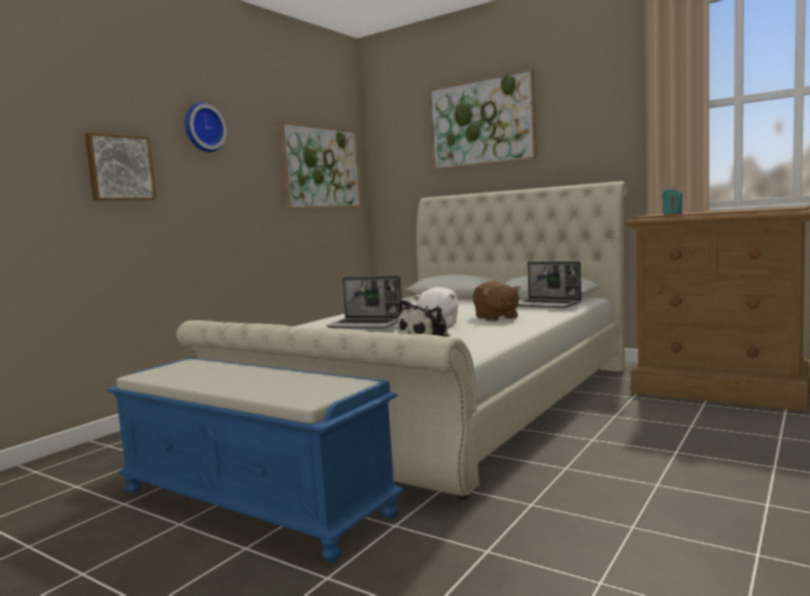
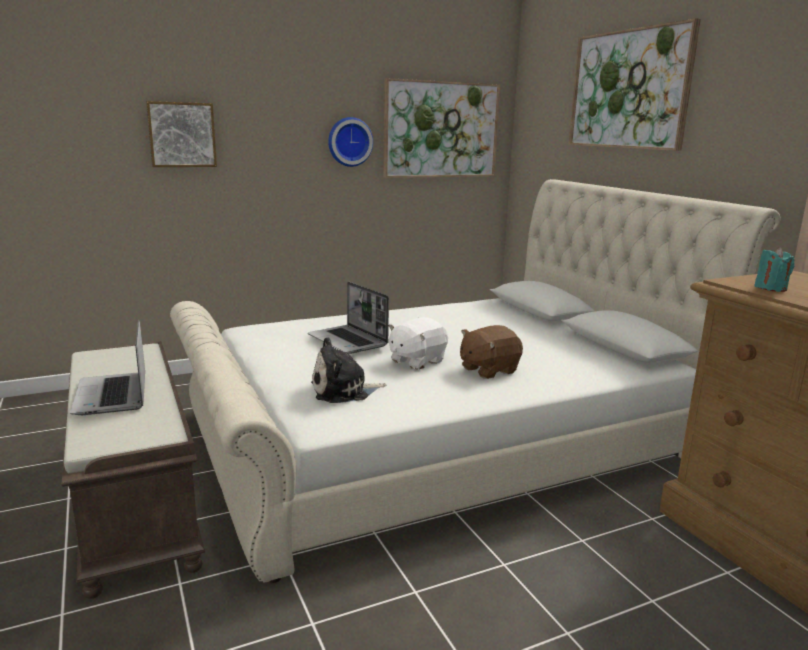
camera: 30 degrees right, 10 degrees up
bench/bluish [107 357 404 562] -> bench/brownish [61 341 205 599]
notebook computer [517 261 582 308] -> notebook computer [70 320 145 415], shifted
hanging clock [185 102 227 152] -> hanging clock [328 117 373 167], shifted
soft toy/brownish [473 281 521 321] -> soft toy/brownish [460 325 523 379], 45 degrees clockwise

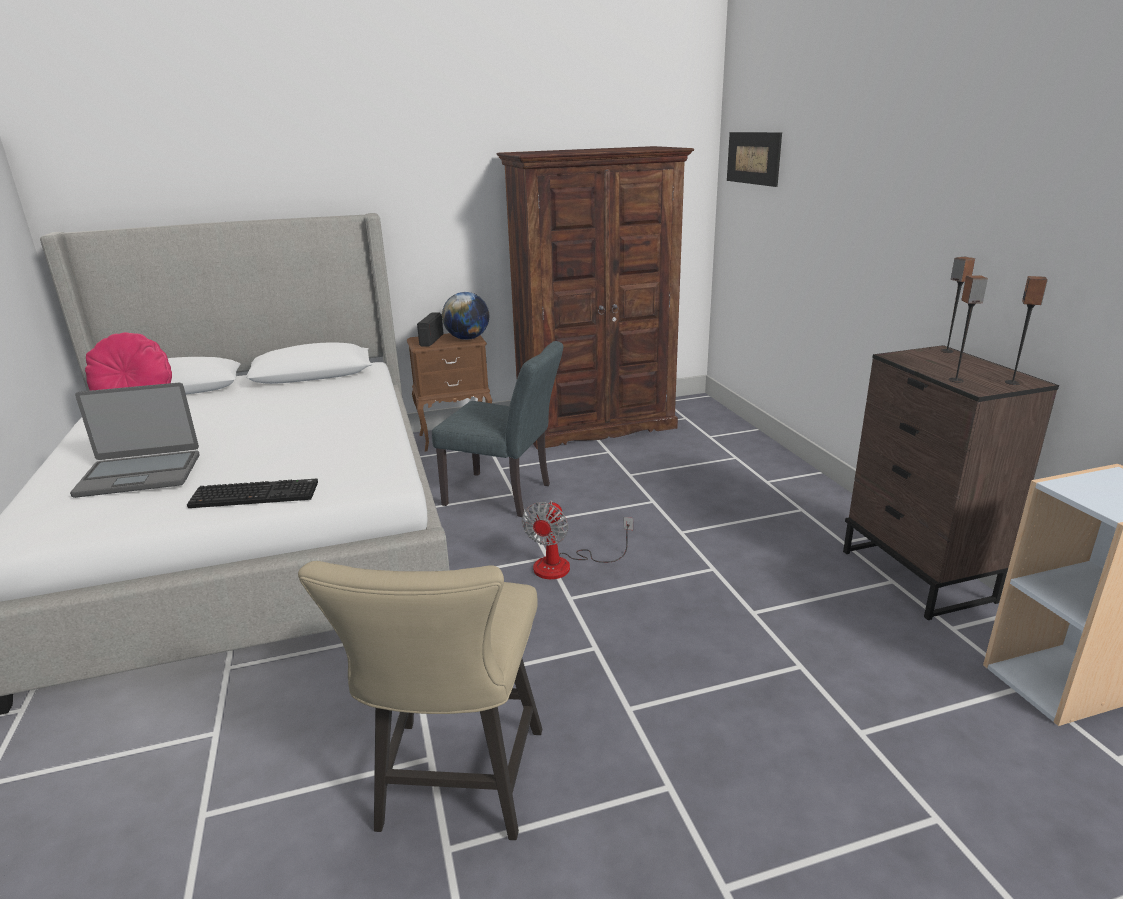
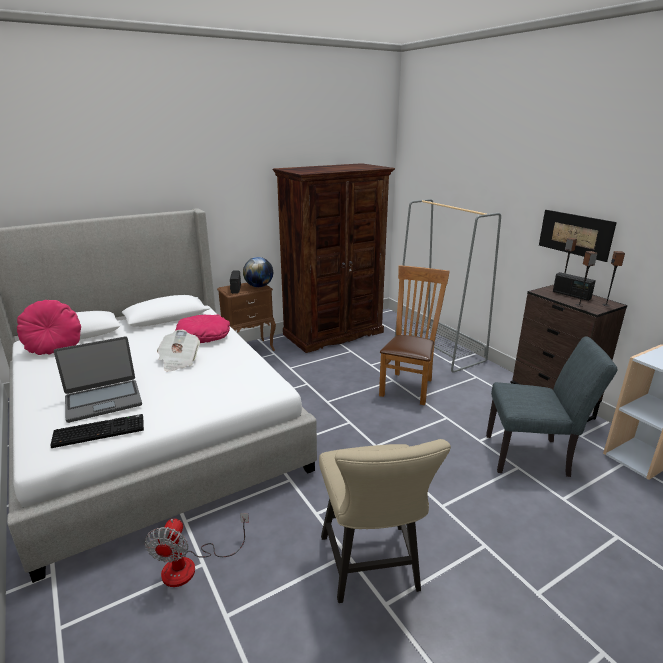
camera: 15 degrees left, 0 degrees up
PC keyboard [187 479 318 508] -> PC keyboard [50 414 144 448], shifted
electric fan [522 500 633 579] -> electric fan [144 513 249 587], shifted
none -> daily paper [157 330 200 372]
none -> pillow/pinkish [175 314 230 343]
none -> chair/brownish [379 265 450 405]
none -> garment rack/grey [395 199 501 373]
chair/grey [432 341 563 517] -> chair/grey [486 336 618 477], shifted
picture [727 132 782 187] -> picture [539 210 617 262], shifted
none -> radio set [553 272 596 301]

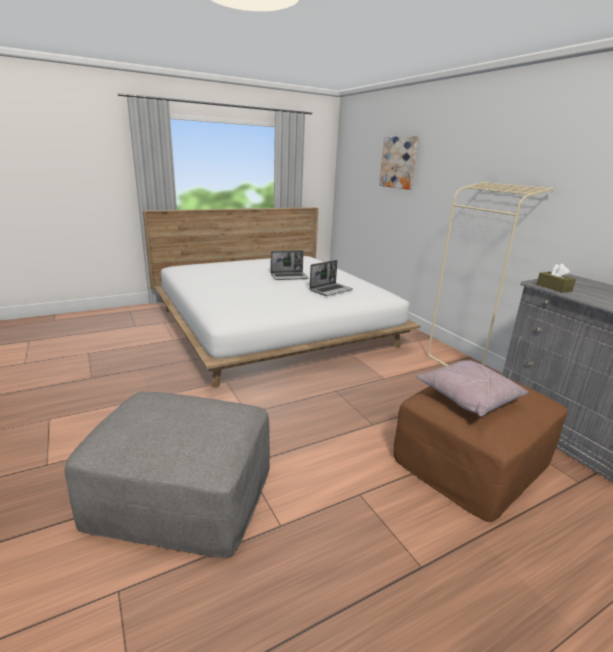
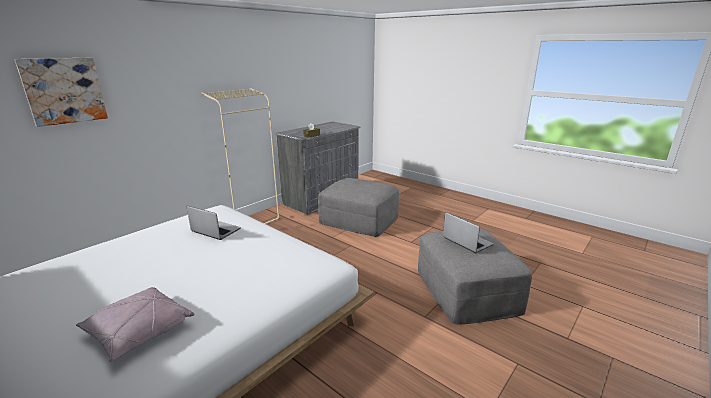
camera: 110 degrees left, 0 degrees up
pillow/purple-coloured [416 360 529 417] -> pillow/purple-coloured [76 287 195 362], shifted
ottoman/brownish [393 379 568 522] -> ottoman/grey [318 178 399 237]
notebook computer [271 250 308 280] -> notebook computer [443 212 494 253], shifted

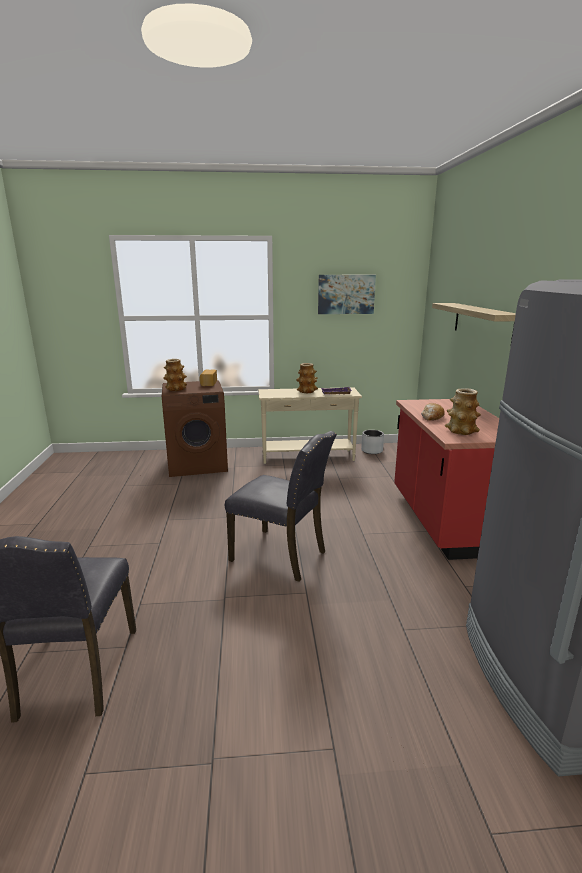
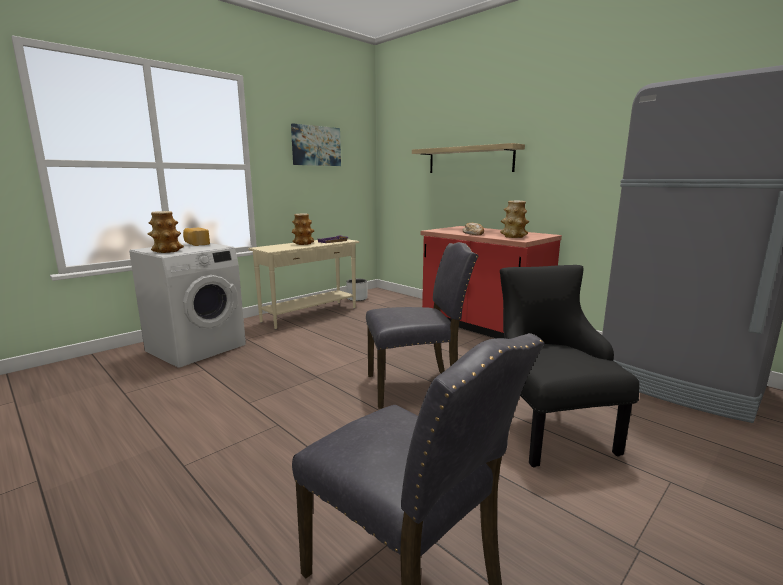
camera: 40 degrees left, 5 degrees down
laundry machine/brownish [162 380 228 477] -> laundry machine/white-coloured [129 243 246 368]
none -> chair/black-coloured [500 265 640 467]

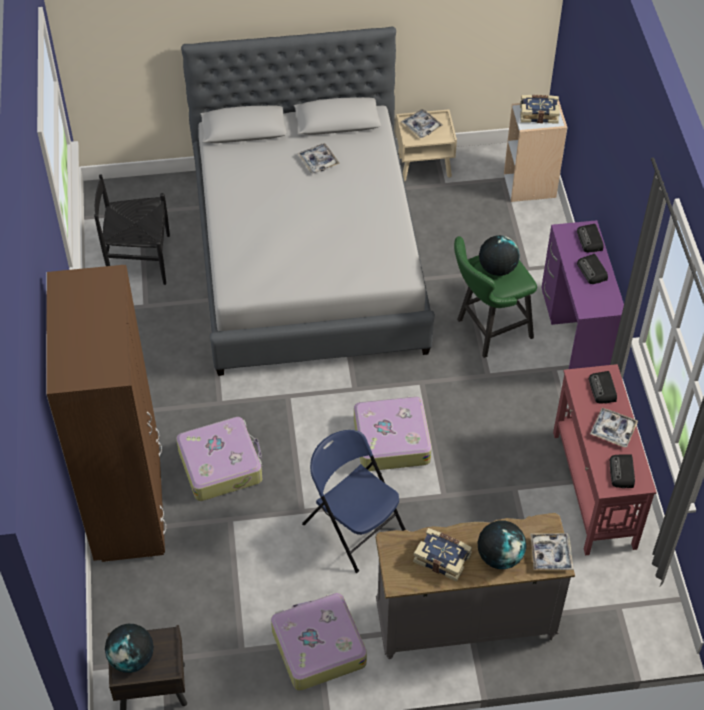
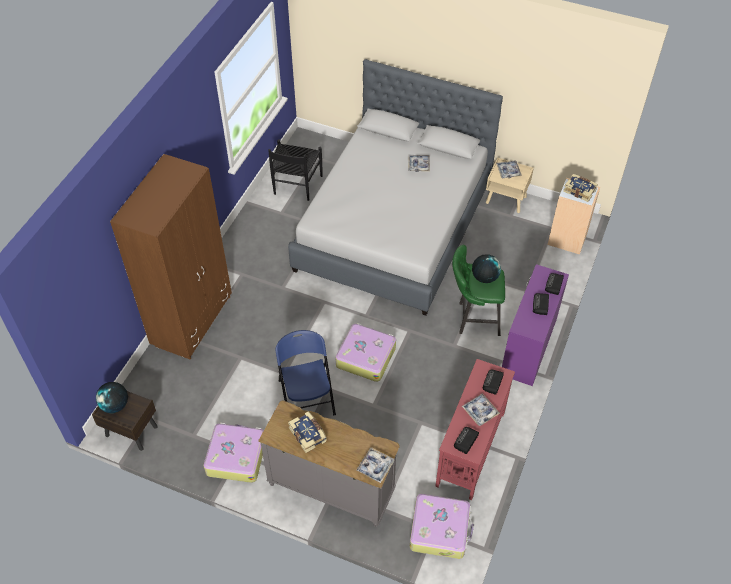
camera: 30 degrees right, 0 degrees up
chair/black-coloured [94 174 170 285] -> chair/black-coloured [269 140 322 201], 105 degrees counterclockwise
piece of luggage [176 417 263 501] -> piece of luggage [410 494 474 559], shifted
globe [478 521 526 569] -> none

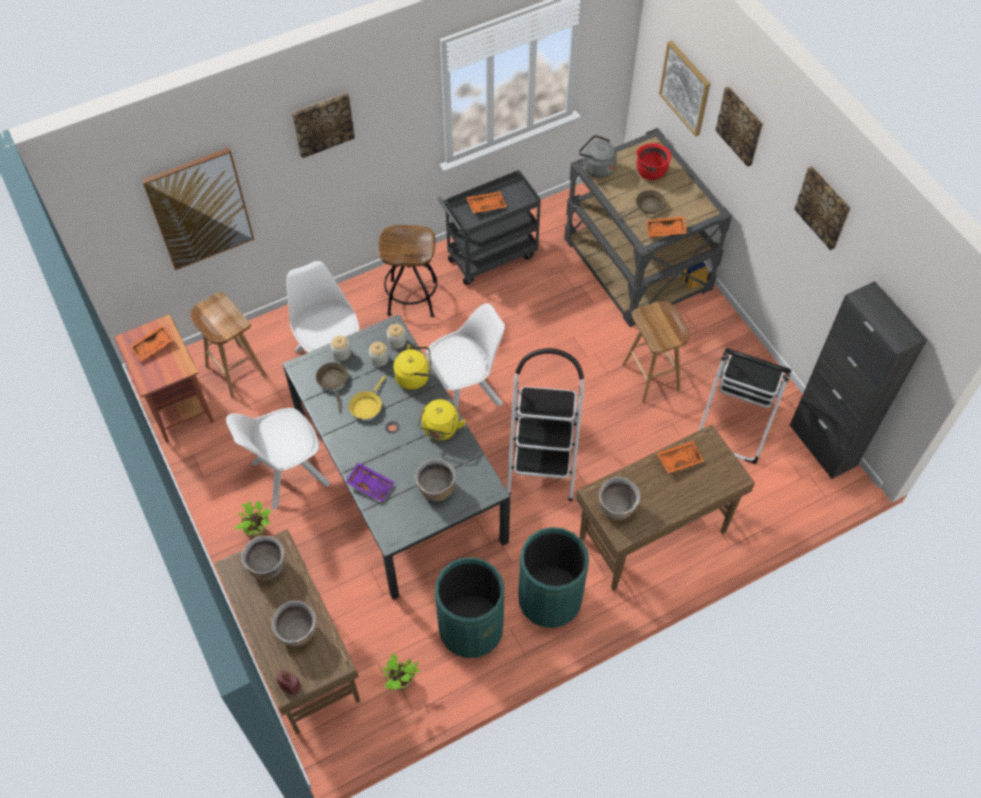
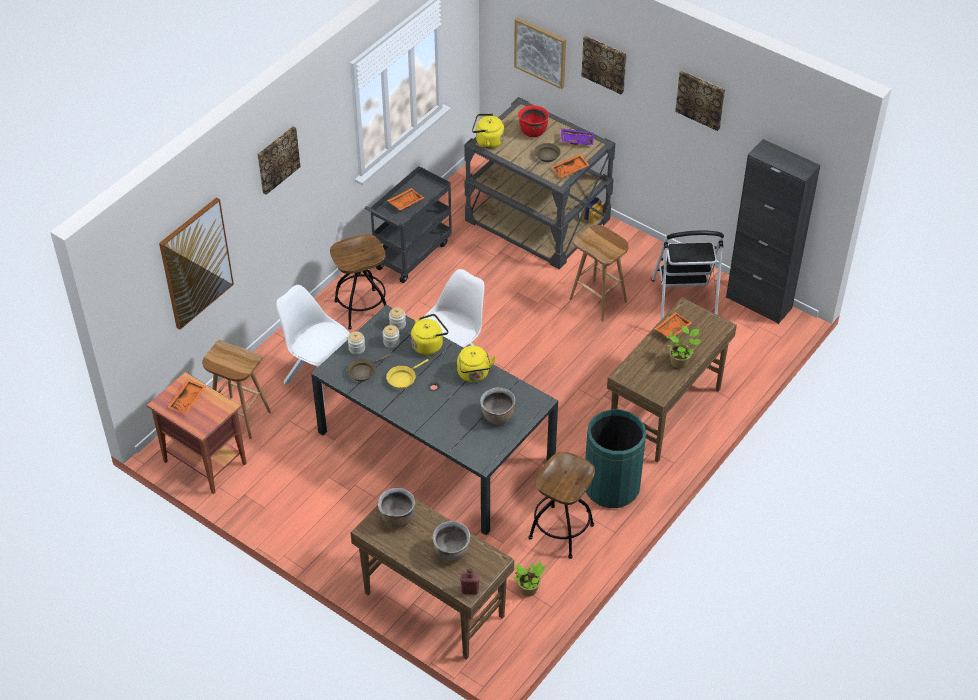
camera: 25 degrees left, 10 degrees down
frying pan/brownish [316 362 348 412] -> frying pan/brownish [347 354 391 381], 90 degrees counterclockwise
frying pan/yellowish [349 376 386 419] -> frying pan/yellowish [386 359 429 389], 45 degrees clockwise
kettle/grey [579 135 617 178] -> kettle/yellowish [472 113 504 149]
trash can/green-coloured [435 557 504 658] -> stool seat/brownish [529 452 595 559]
tray/purple-coloured [345 462 395 503] -> tray/purple-coloured [561 128 594 146], shifted
potted plant [235 500 271 539] -> potted plant [666 326 701 369], shifted
chair/white-coloured [226 408 330 510] -> none
stepladder [507 348 584 501] -> none
stockpot/brownish [599 477 640 520] -> none

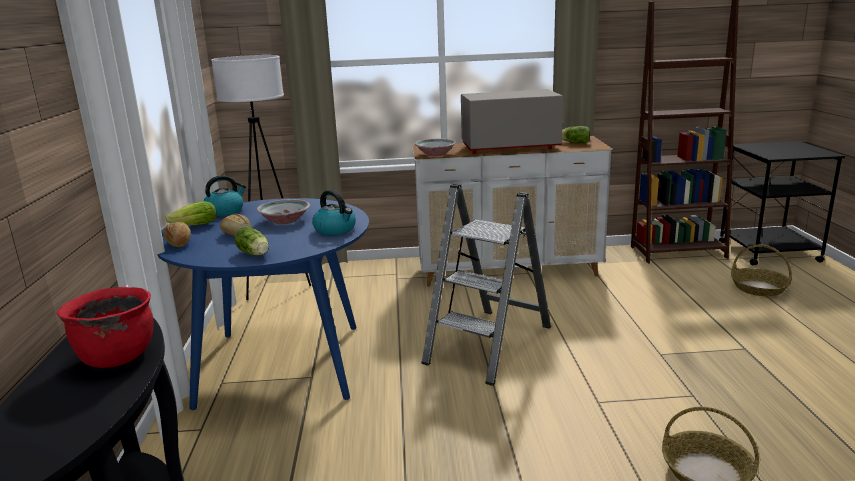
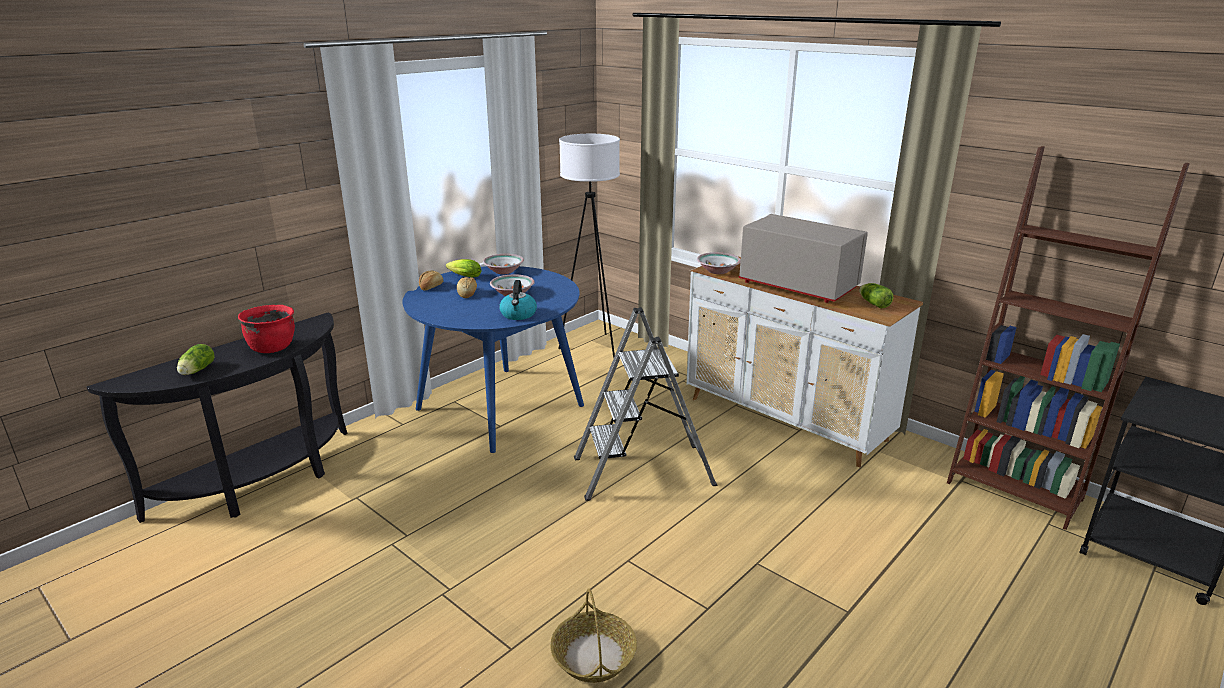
camera: 45 degrees right, 5 degrees up
lettuce head [235 226 269 256] -> lettuce head [177 344 214 375], shifted
kettle [204 175 246 216] -> bowl [483 254 524 274]
basket [731 244 792 296] -> none

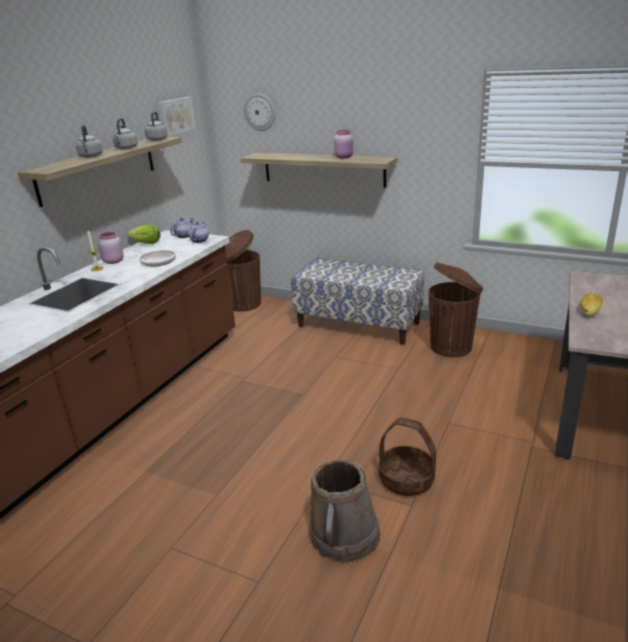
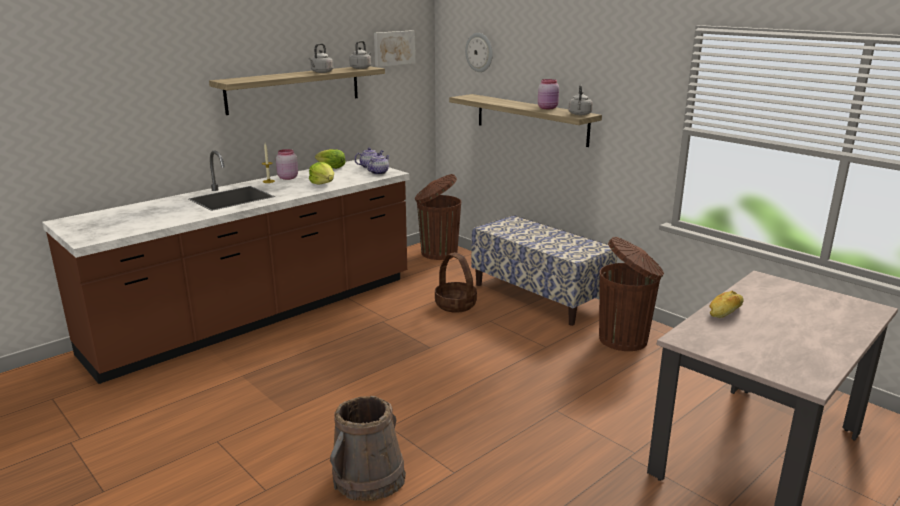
camera: 20 degrees right, 5 degrees down
frying pan [133 249 176 267] -> lettuce head [309 162 334 185]
basket [379 417 436 496] -> basket [435 252 477 313], shifted
kettle/grey [76 125 103 158] -> kettle/grey [568 84 593 115], shifted

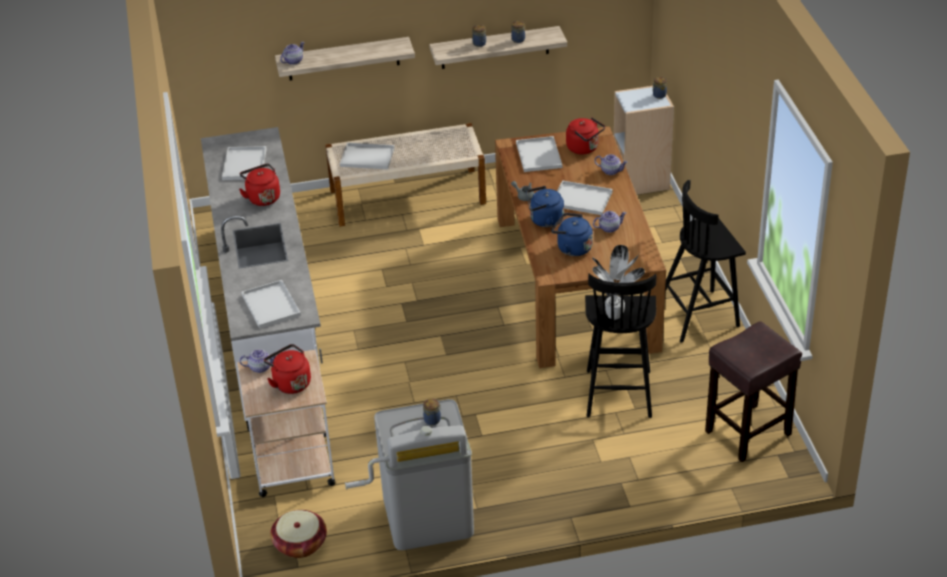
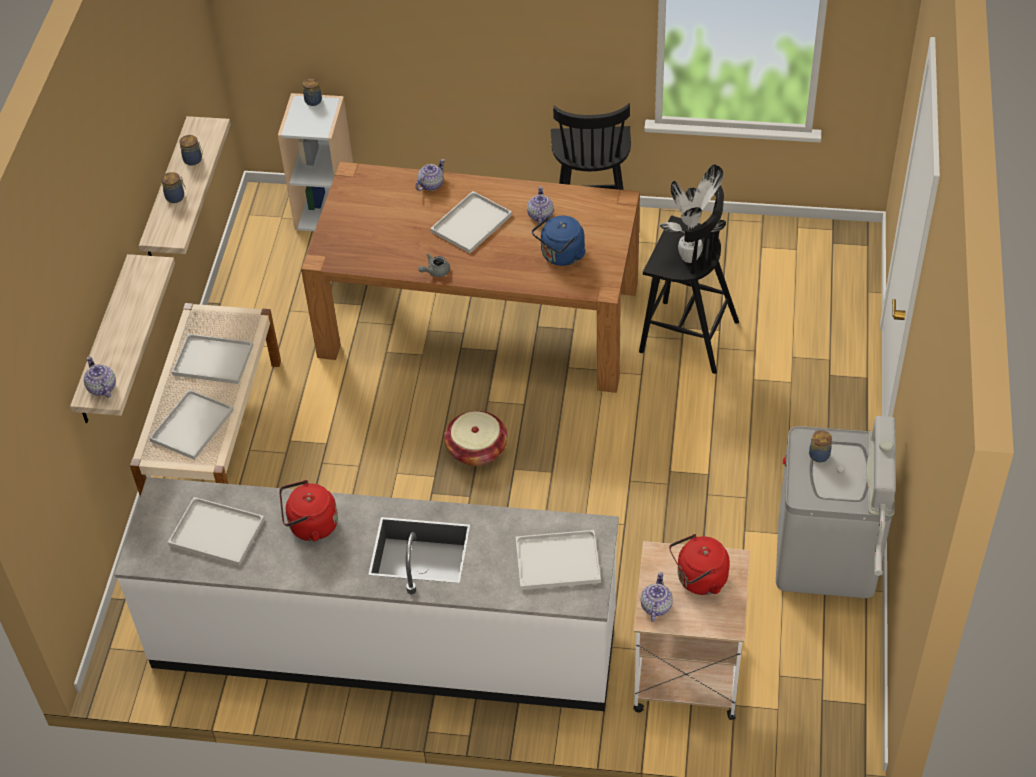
camera: 70 degrees left, 10 degrees up
tray/white-coloured [516 136 562 172] -> tray/white-coloured [172 334 253 384], shifted
basket [270 510 327 558] -> basket [444 411 508 466], shifted
kettle/bluish [526 186 564 227] -> none
kettle/red [566 117 605 154] -> none
stool seat/brownish [705 321 802 462] -> none

